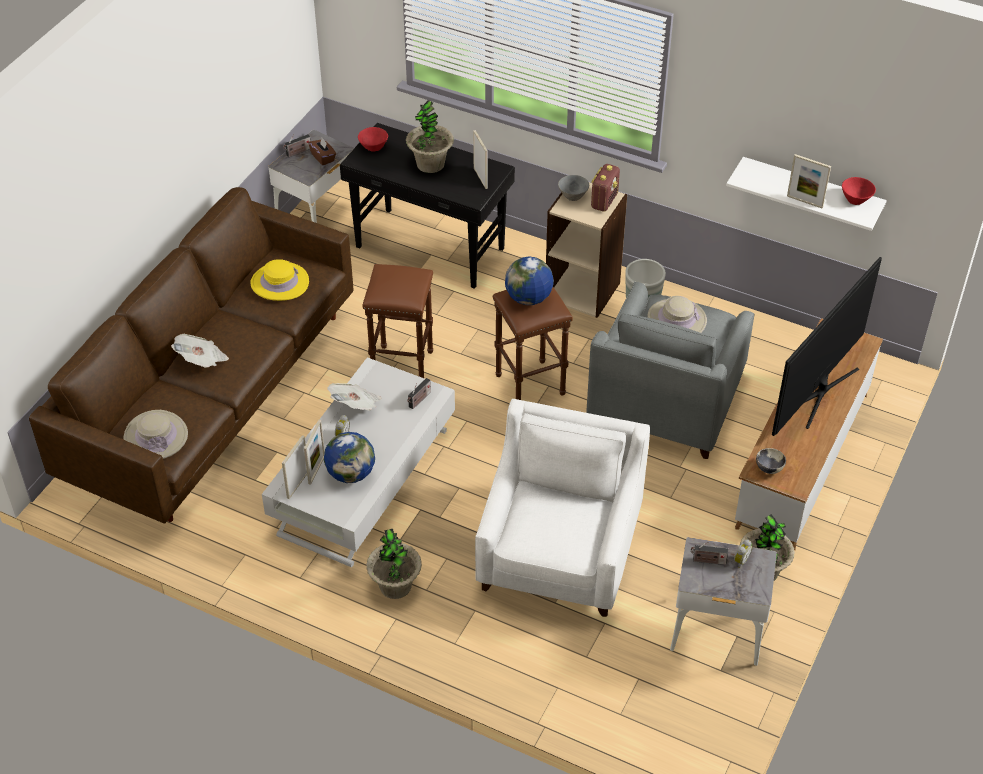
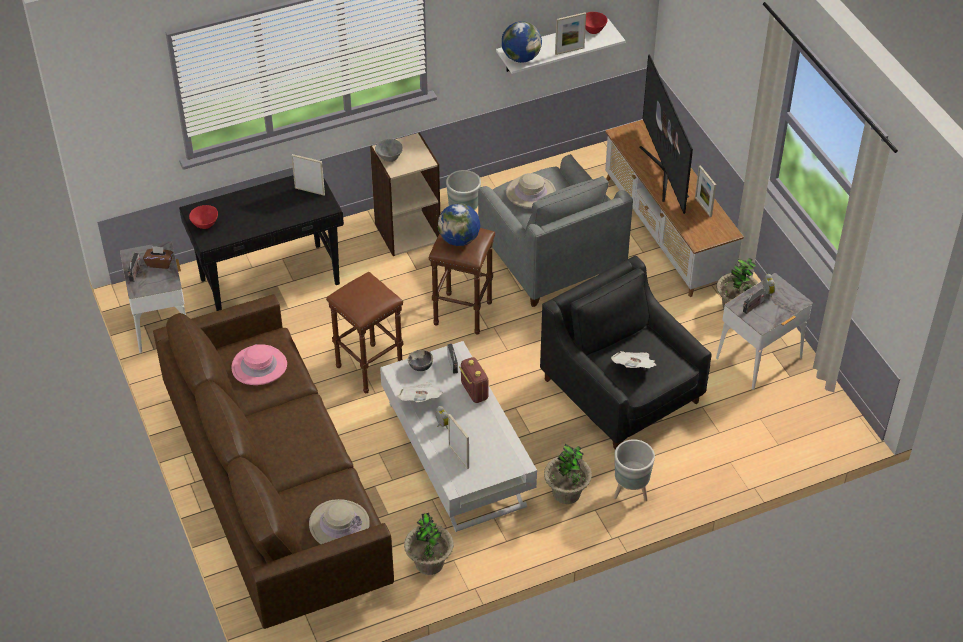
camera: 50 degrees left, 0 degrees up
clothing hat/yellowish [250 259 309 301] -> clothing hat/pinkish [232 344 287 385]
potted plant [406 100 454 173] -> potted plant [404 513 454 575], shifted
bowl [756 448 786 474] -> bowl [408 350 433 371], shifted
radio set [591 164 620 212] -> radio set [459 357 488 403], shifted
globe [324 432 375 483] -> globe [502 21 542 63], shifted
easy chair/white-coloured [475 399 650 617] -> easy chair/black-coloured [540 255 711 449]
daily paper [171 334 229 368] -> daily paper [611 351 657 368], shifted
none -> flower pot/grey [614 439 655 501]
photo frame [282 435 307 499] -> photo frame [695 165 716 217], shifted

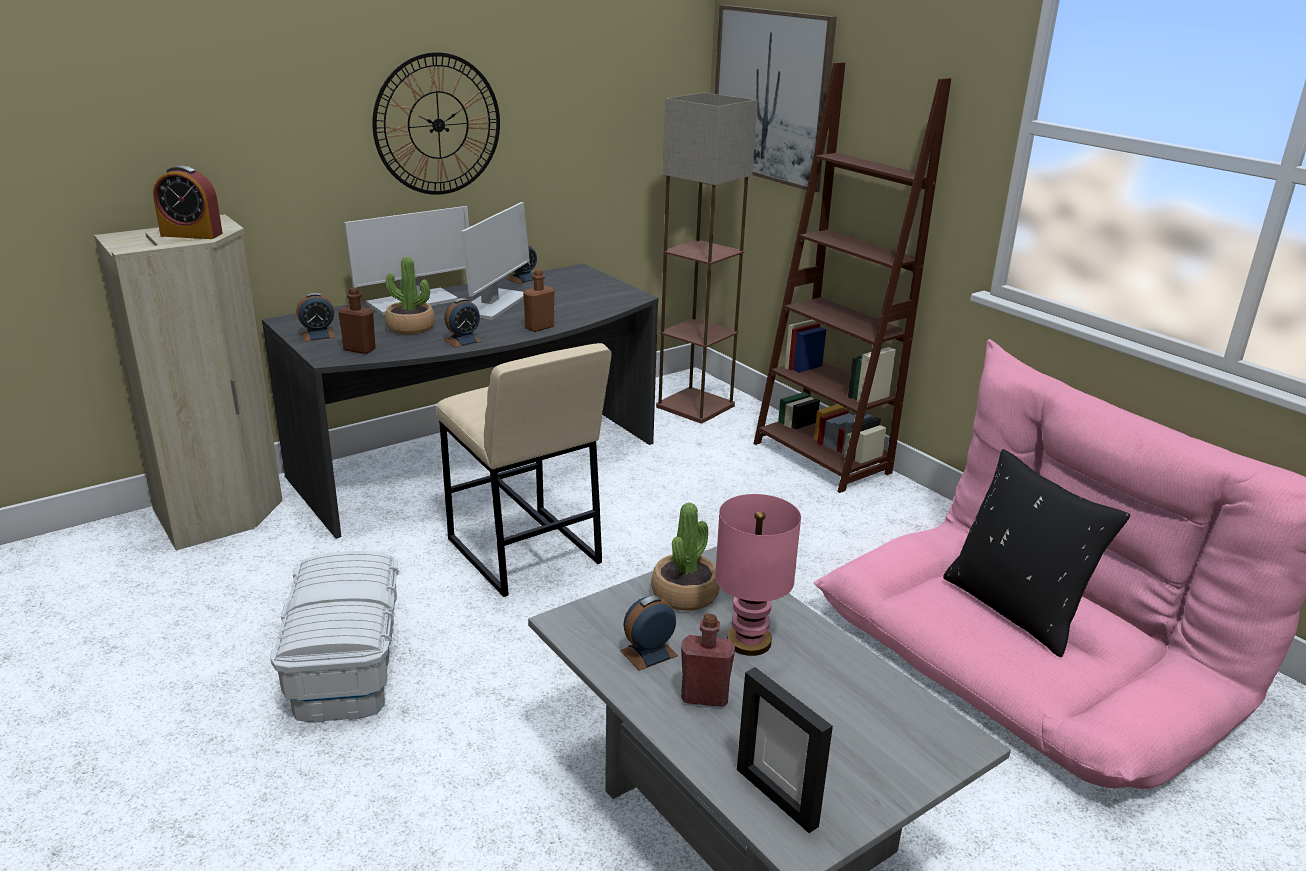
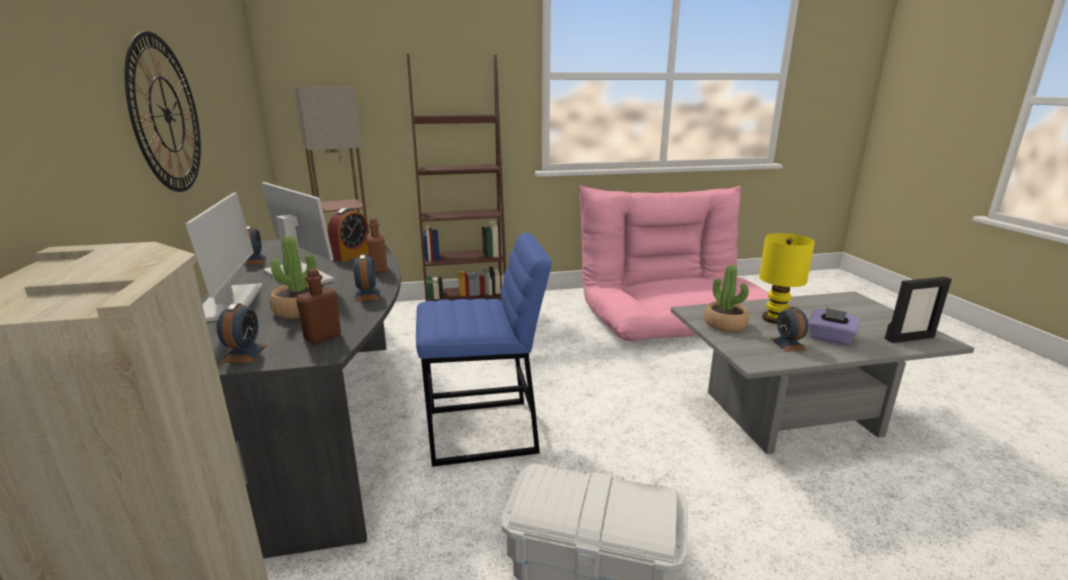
camera: 65 degrees left, 5 degrees down
alarm clock [153 165 223 239] -> alarm clock [327 208 369 262], shifted
stool seat/beige [436 343 612 597] -> stool seat/bluish [416 233 552 467]
lamp for a table/pinkish [715 494 801 656] -> lamp for a table/yellowish [759 233 815 324]
drink bottle/red [681 613 735 707] -> tissue holder/purple-coloured [809 308 860 345]
picture [715 5 837 192] -> none
pillow/black-coloured [943 449 1130 657] -> none

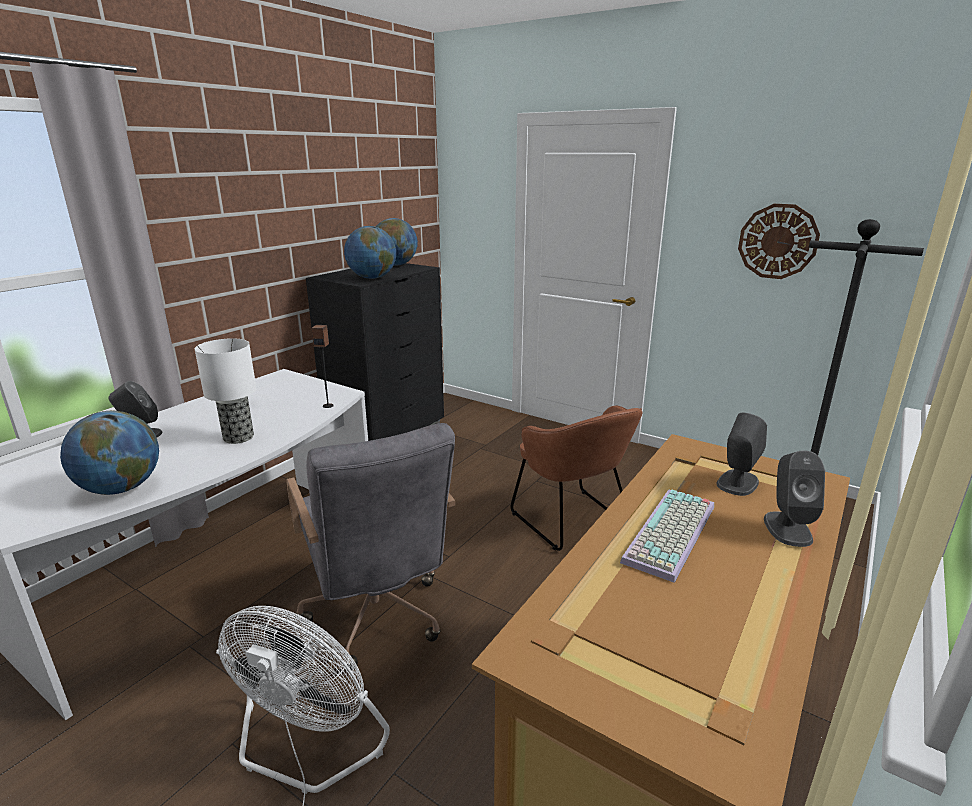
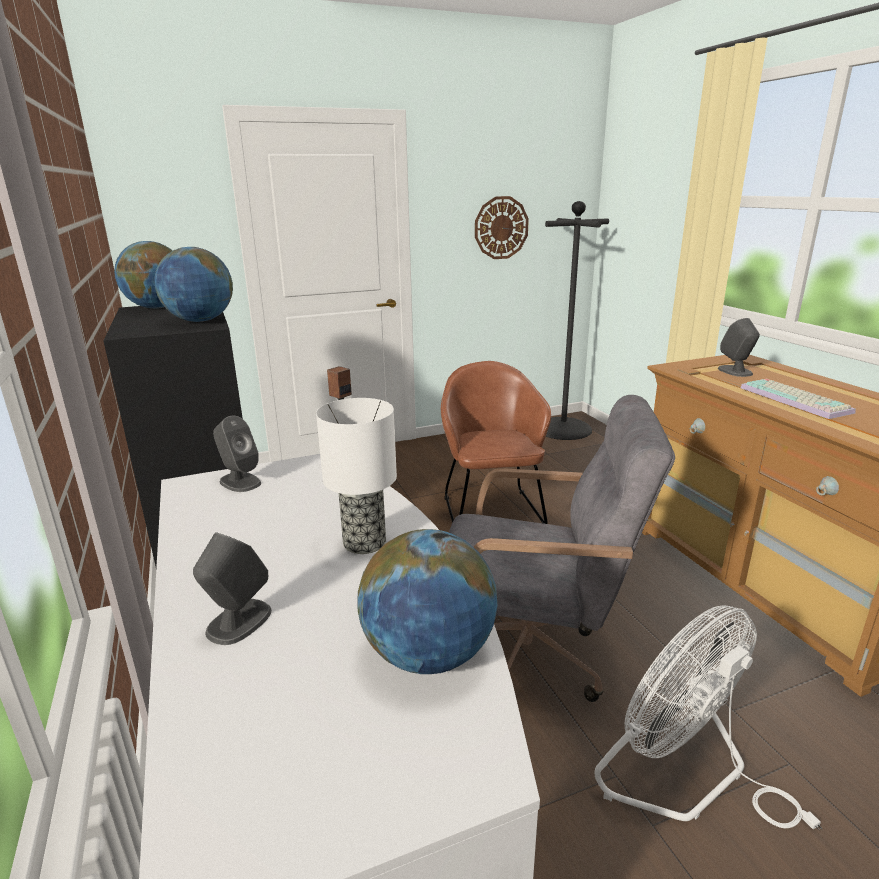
camera: 55 degrees left, 0 degrees up
loudspeaker/grey [764 450 825 547] -> loudspeaker/grey [213 416 261 492], shifted
easy chair/brownish [511 405 642 551] -> easy chair/brownish [441 361 551 524], 105 degrees counterclockwise

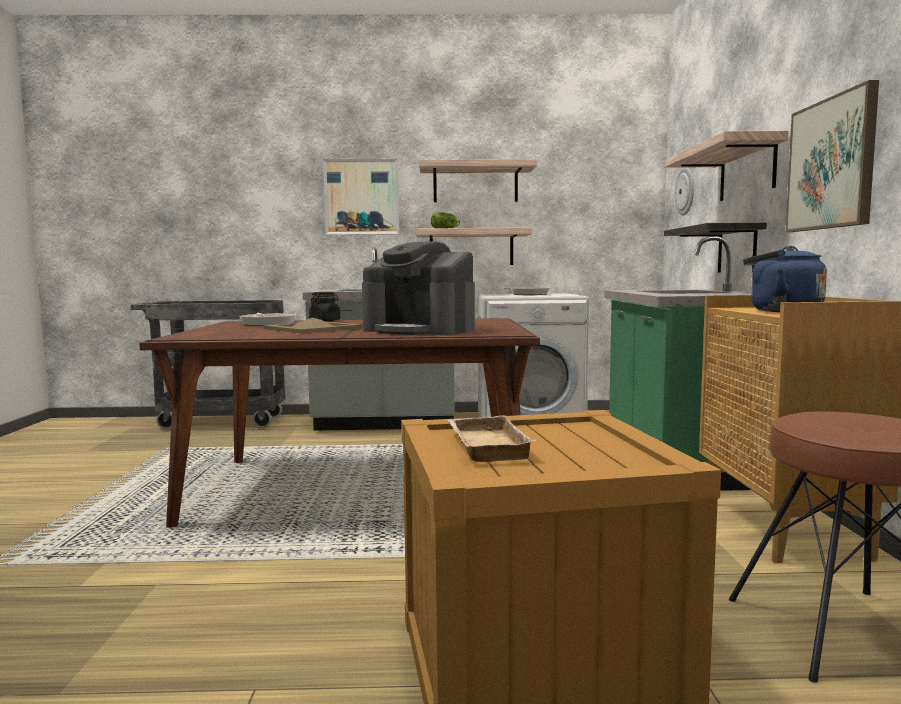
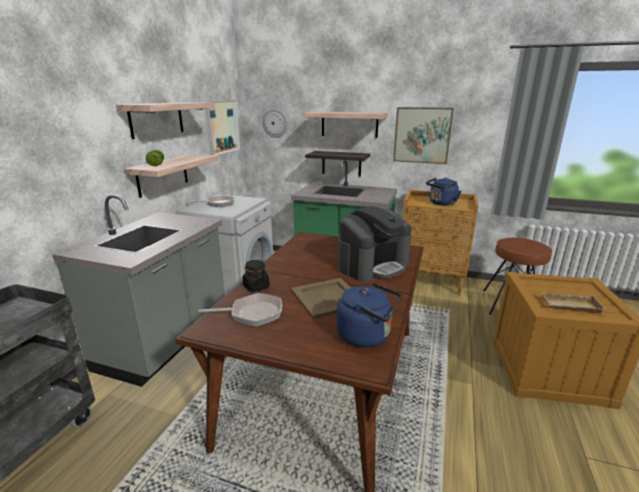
camera: 70 degrees left, 15 degrees up
picture [323 159 399 235] -> picture [205 100 240 155], shifted
none -> kettle/bluish [337 283 401 347]

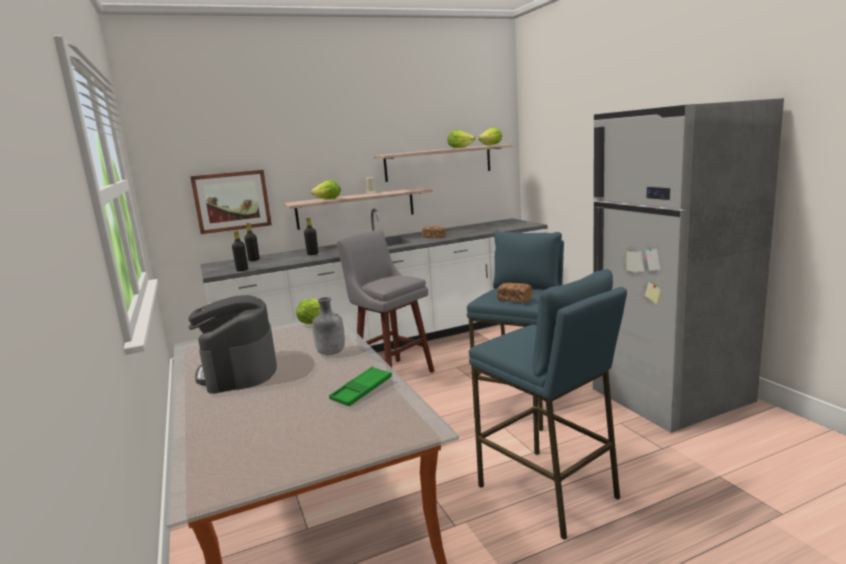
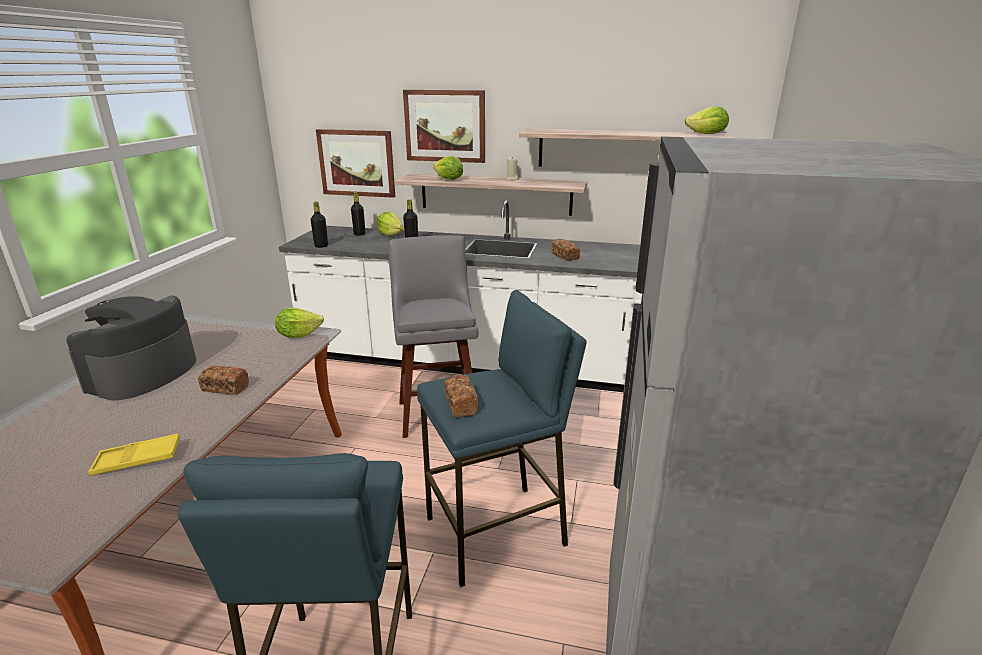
camera: 35 degrees right, 10 degrees up
tray/green-coloured [329 367 392 406] -> tray/yellowish [88 434 180 476]
drink bottle/grey [312 297 345 355] -> baked bread [198 366 249 395]
lettuce head [447 130 475 148] -> lettuce head [377 212 404 236], shifted
none -> picture [403 90 485 163]

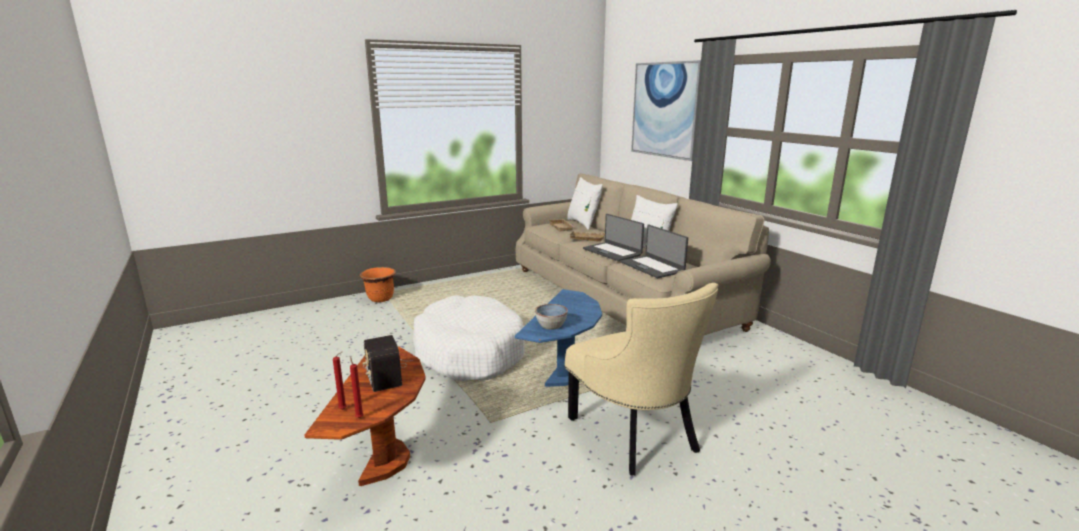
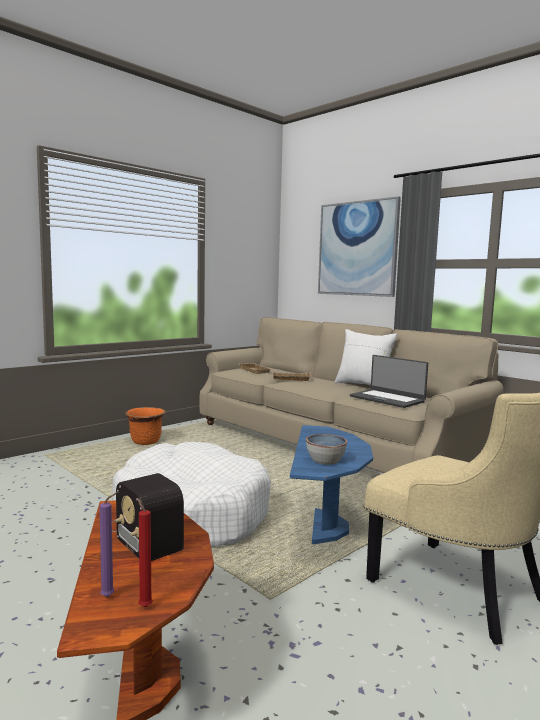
camera: 15 degrees left, 10 degrees down
candle/red [333 352 347 410] -> candle/purple-coloured [99 492 118 597]
flower pot/orange [360 267 396 303] -> flower pot/orange [126 407 166 445], shifted
pillow/white-coloured [567 177 603 230] -> none
notebook computer [583 214 644 261] -> none

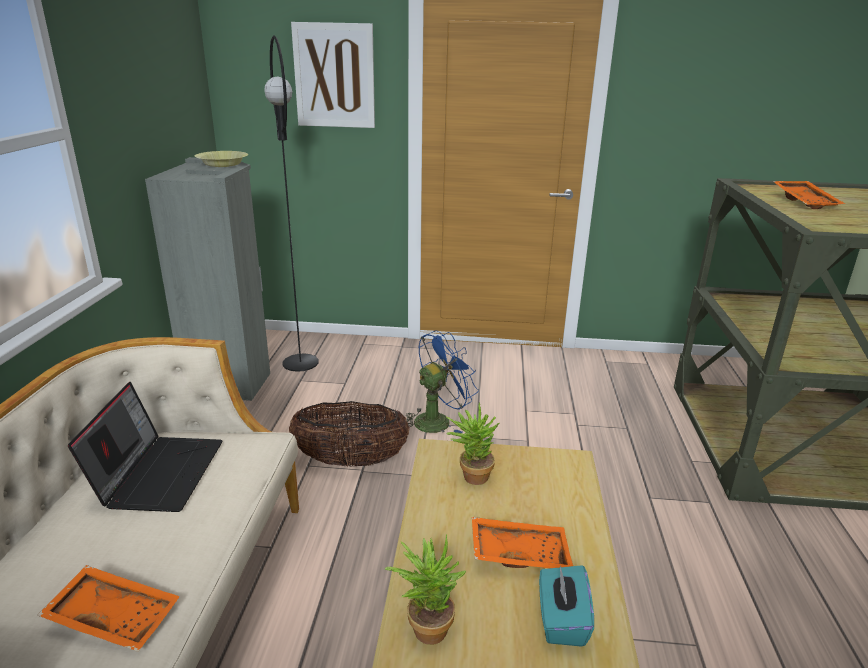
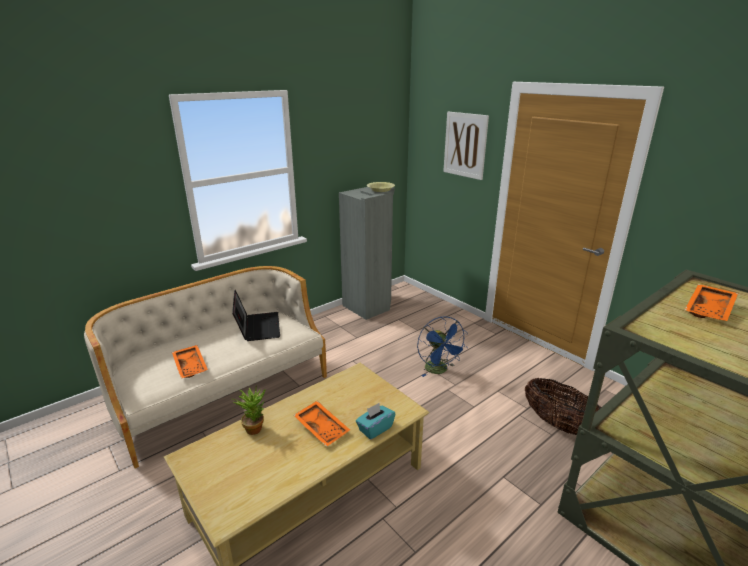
camera: 45 degrees right, 0 degrees up
notebook computer [68 382 223 512] -> notebook computer [232 290 280 341], 60 degrees counterclockwise
tissue holder/turquoise-coloured [539 565 594 647] -> tissue holder/turquoise-coloured [356 403 395 440], shifted
electric fan/bluish [406 330 479 433] -> electric fan/bluish [417 316 468 377], 60 degrees clockwise
basket [289 401 410 467] -> basket [525 378 601 435], shifted
standing lamp/black-coloured [264 36 319 372] -> none
potted plant [446 403 499 485] -> none

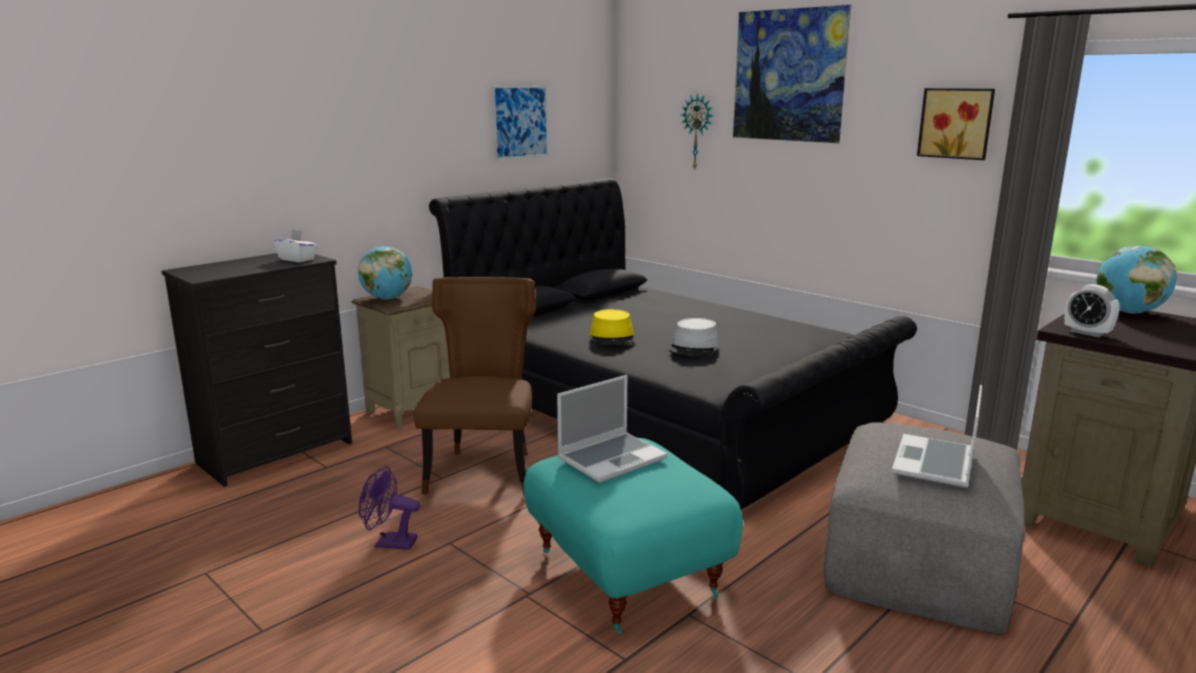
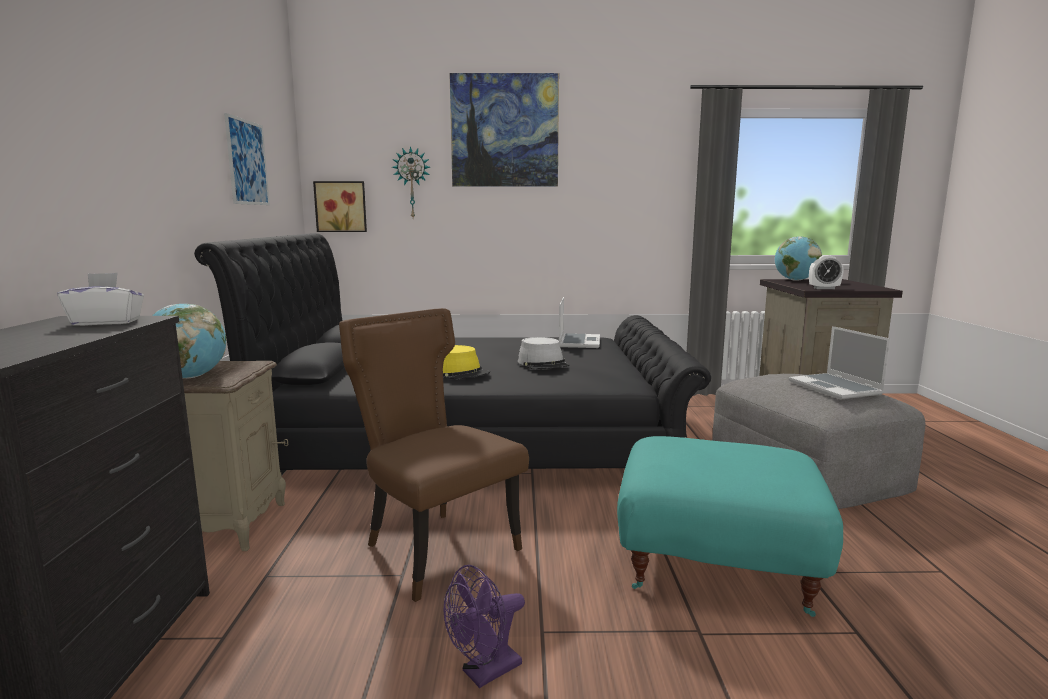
camera: 45 degrees left, 5 degrees down
picture [917 88 995 160] -> picture [313 181 367 232], shifted
notebook computer [557 375 668 483] -> notebook computer [559 297 600 348], shifted

